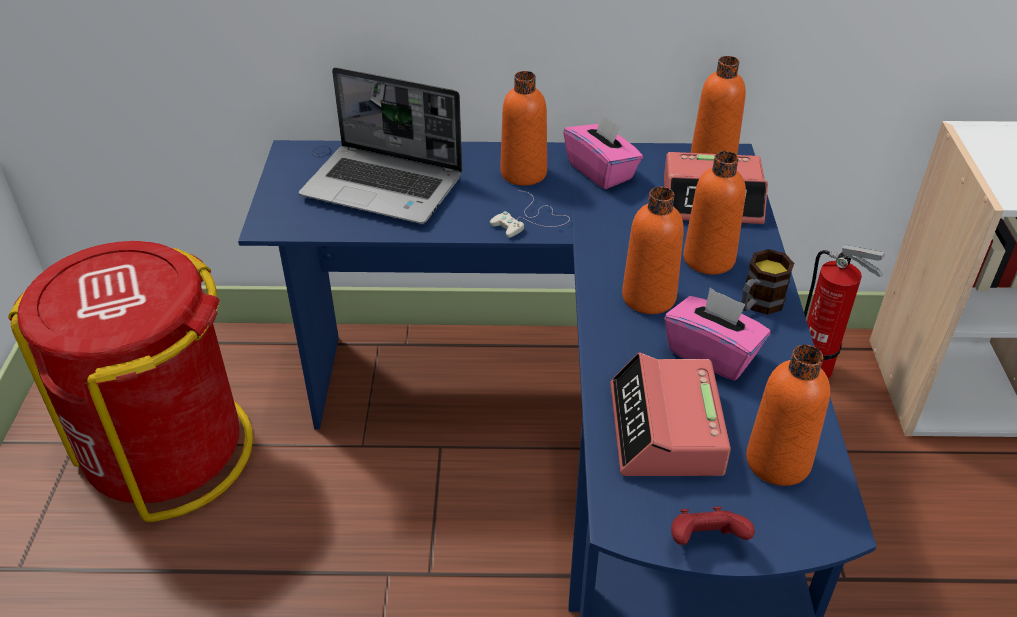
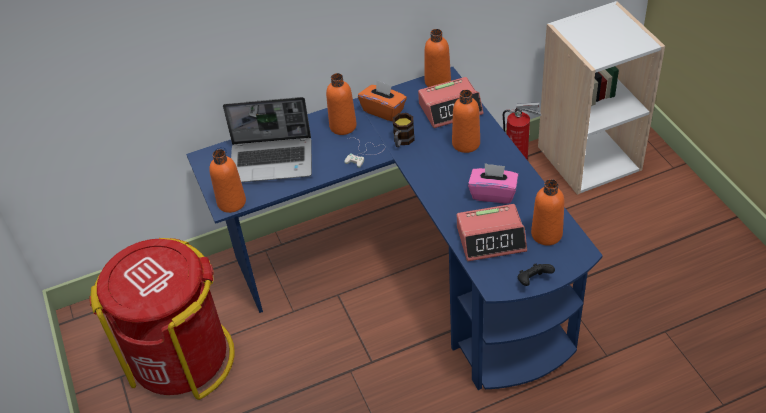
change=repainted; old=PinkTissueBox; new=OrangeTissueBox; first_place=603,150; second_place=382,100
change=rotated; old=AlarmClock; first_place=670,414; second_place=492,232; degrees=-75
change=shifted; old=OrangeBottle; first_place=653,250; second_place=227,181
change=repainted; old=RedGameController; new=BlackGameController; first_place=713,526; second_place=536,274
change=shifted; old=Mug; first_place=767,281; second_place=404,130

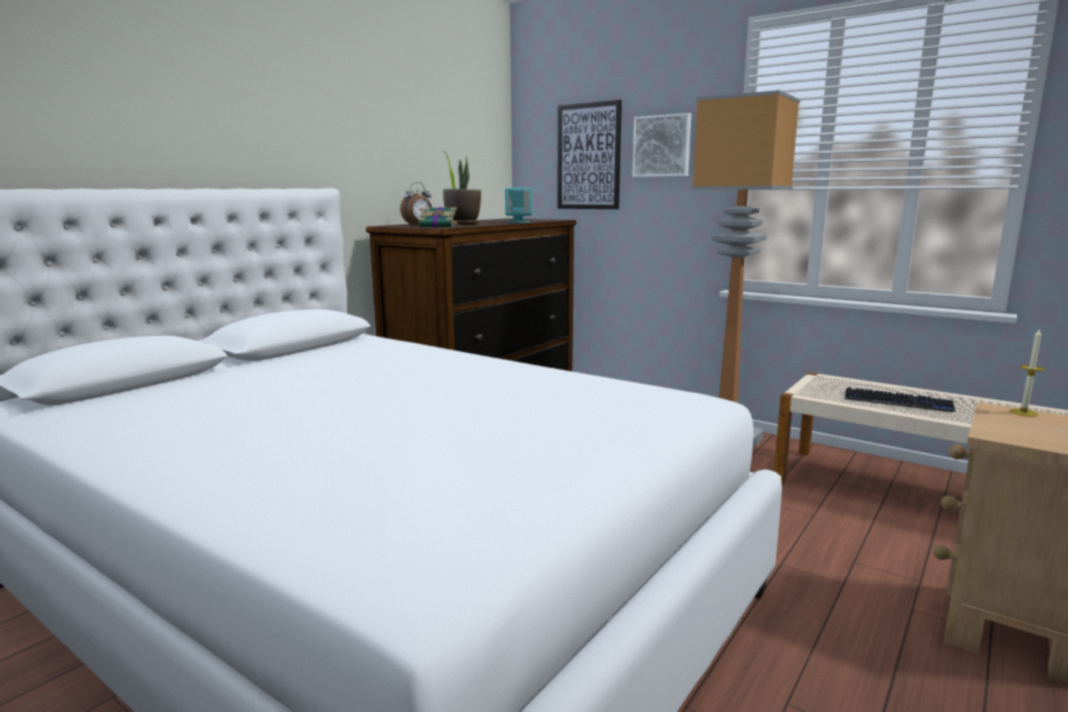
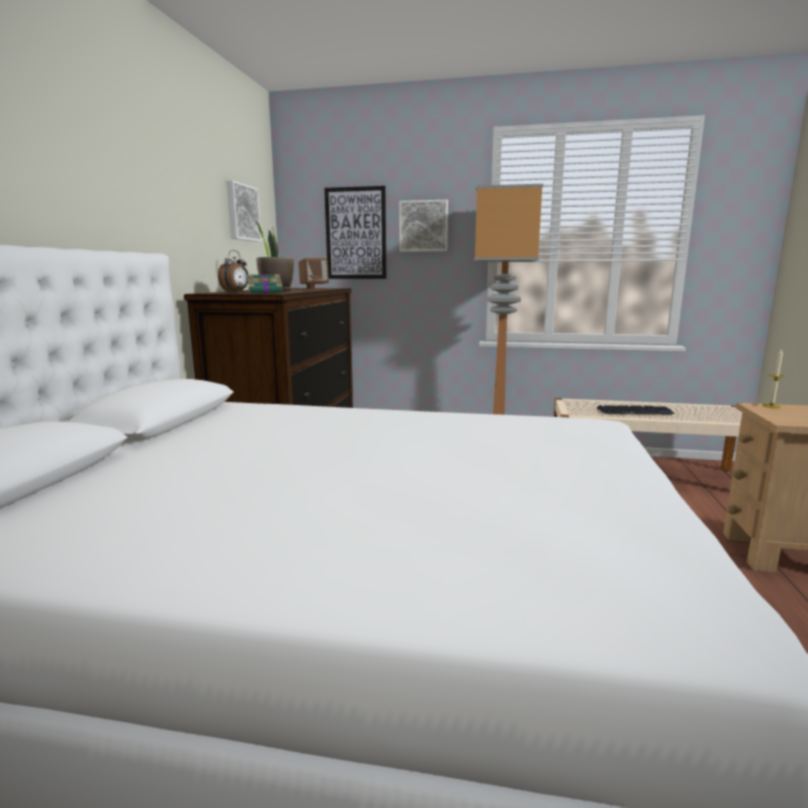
change=repainted; old=TurquoiseColouredAudioSpeaker; new=BrownColouredAudioSpeaker; first_place=518,205; second_place=313,274
change=new; new=WallPicture; second_place=244,211

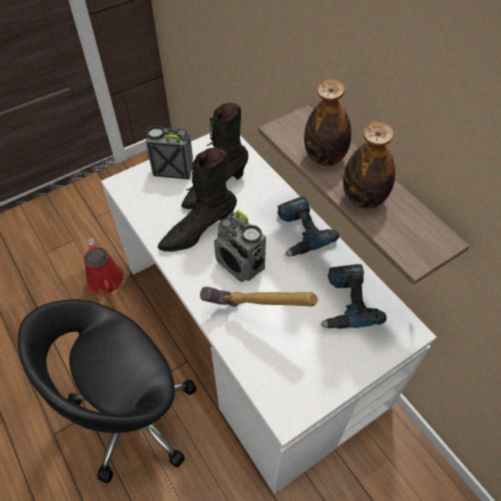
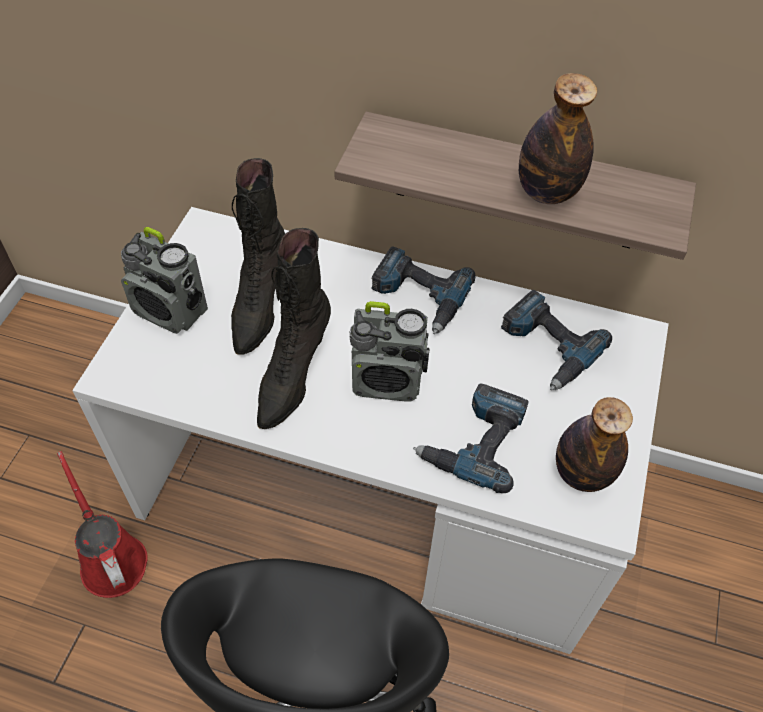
change=rotated; old=RedSprinklingCan; first_place=104,267; second_place=102,524; degrees=-150
change=rotated; old=RadioSet; first_place=169,152; second_place=164,280; degrees=-120
change=swapped; old=ToolHammer; new=ElectricDrill; first_place=259,297; second_place=471,438
change=shifted; old=Bottle; first_place=327,122; second_place=594,444

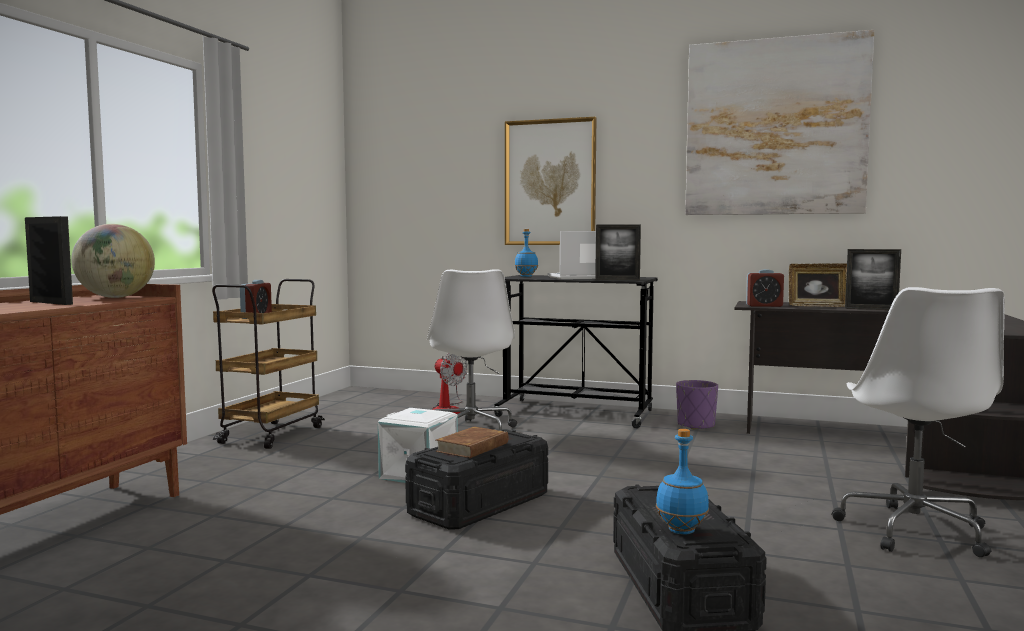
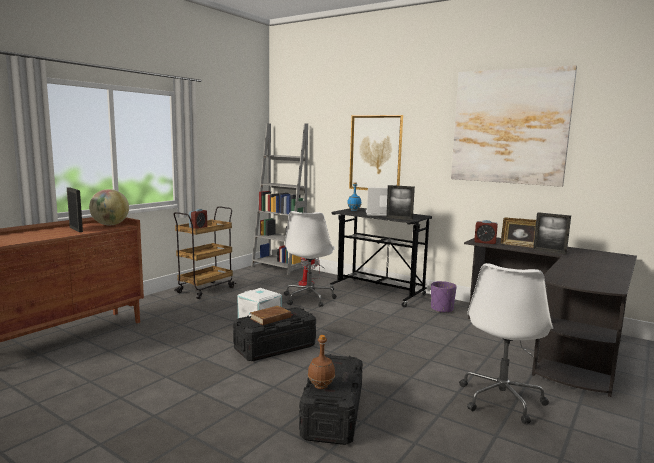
change=repainted; old=BluishBottle; new=BrownColouredBottle; first_place=682,482; second_place=321,362
change=new; new=GreyishBookshelf; second_place=279,199

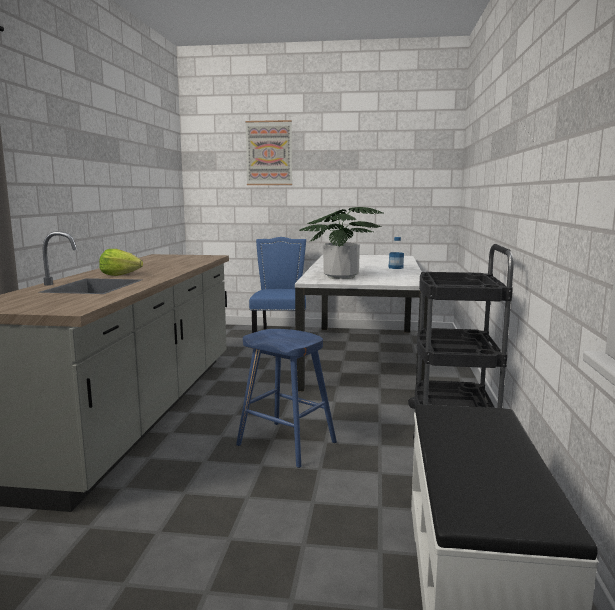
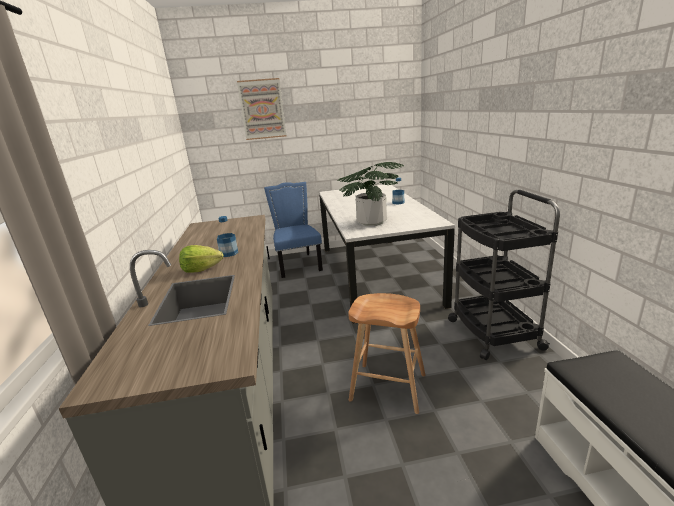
change=repainted; old=BluishSittingStool; new=BrownColouredSittingStool; first_place=286,398; second_place=387,353
change=new; new=Bottle; second_place=227,236

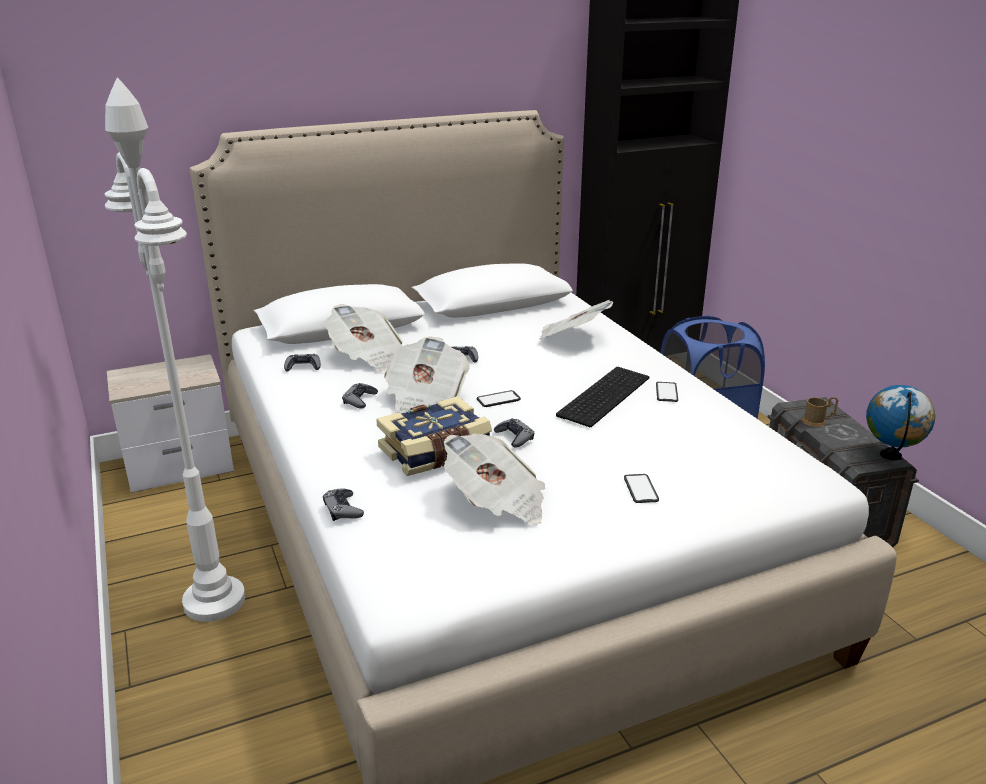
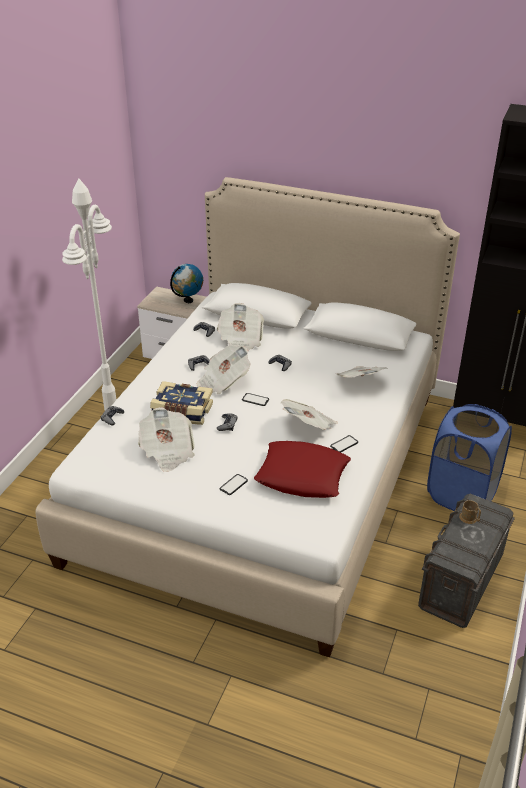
change=swapped; old=ComputerKeyboard; new=Newspaper; first_place=602,397; second_place=309,414
change=shifted; old=Globe; first_place=900,422; second_place=186,283
change=new; new=RedThrowPillow; second_place=302,469

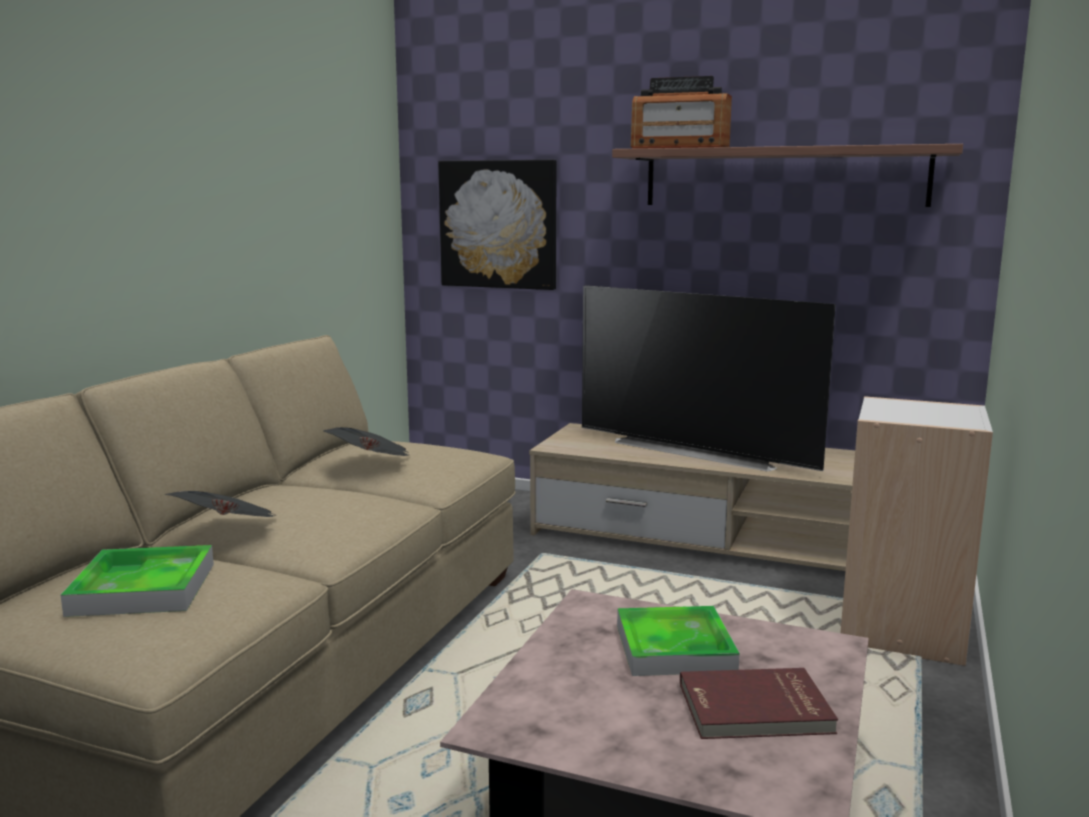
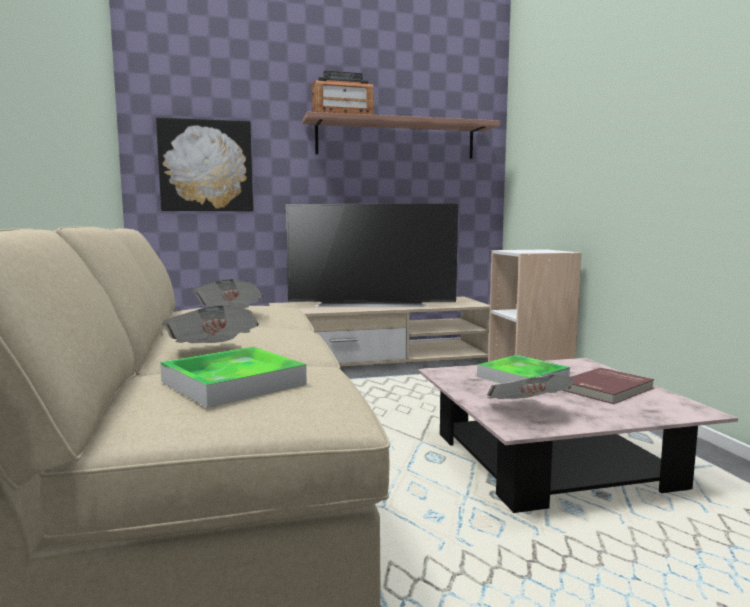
change=new; new=Newspaper; second_place=530,387

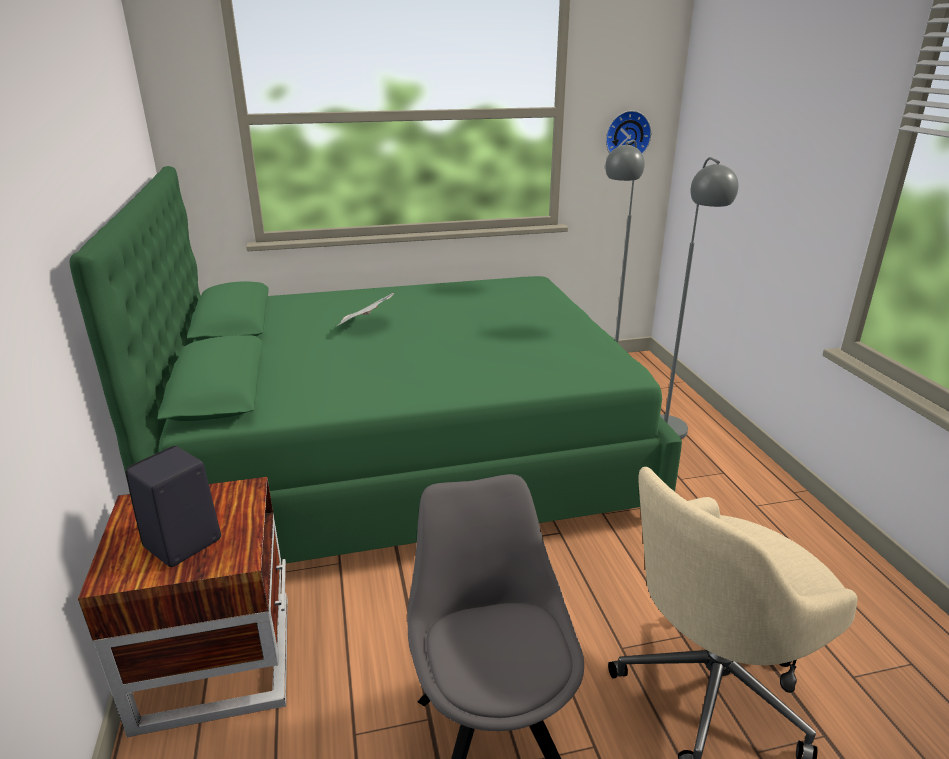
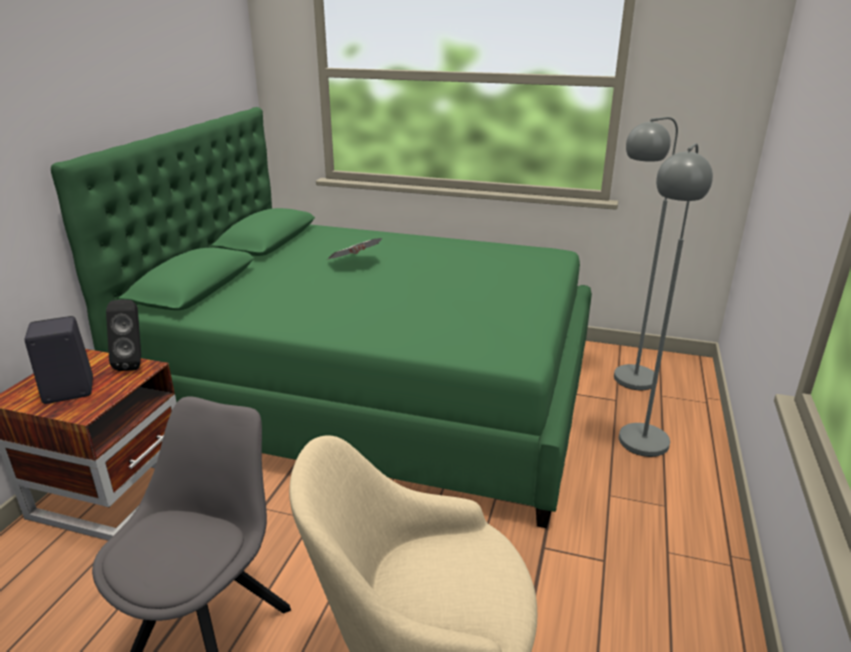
change=gone; old=ClockOnTheWall; first_place=629,132
change=new; new=BlackAudioSpeaker; second_place=123,335

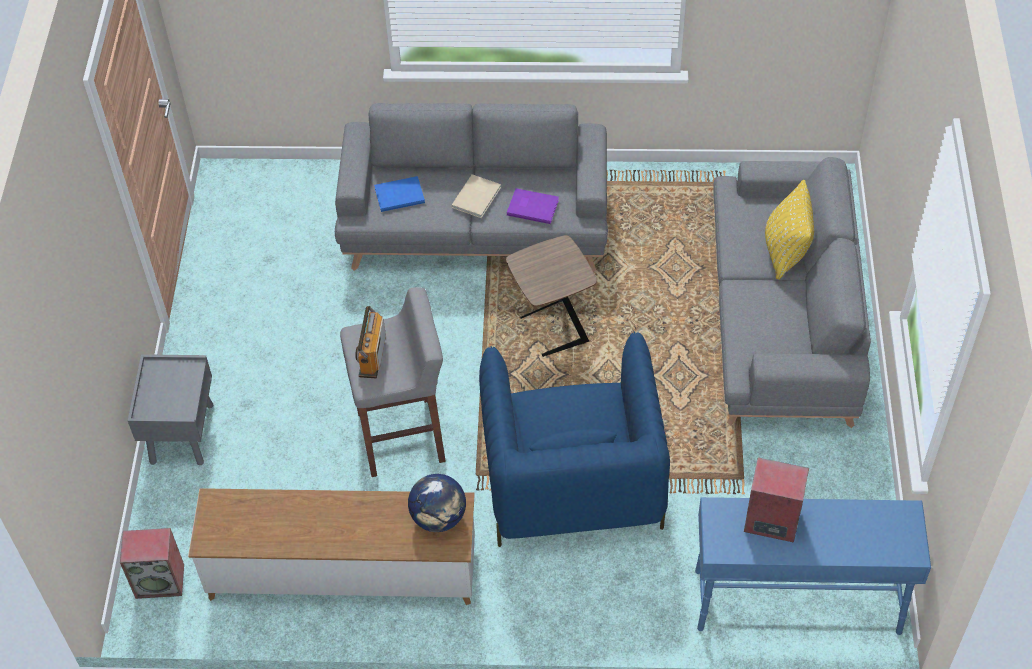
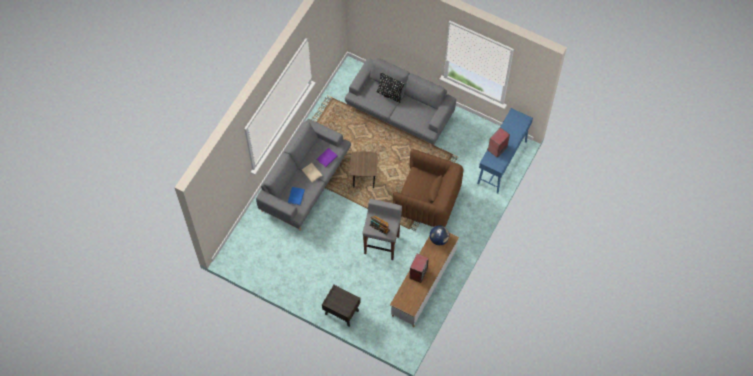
change=shifted; old=AudioSpeaker; first_place=152,563; second_place=419,268
change=repainted; old=GreyishNightTable; new=BrownColouredNightTable; first_place=170,409; second_place=341,305
change=repainted; old=BluishLoungeChair; new=BrownColouredLoungeChair; first_place=574,439; second_place=428,188
change=repainted; old=YellowishThrowPillow; new=BlackThrowPillow; first_place=789,230; second_place=390,88

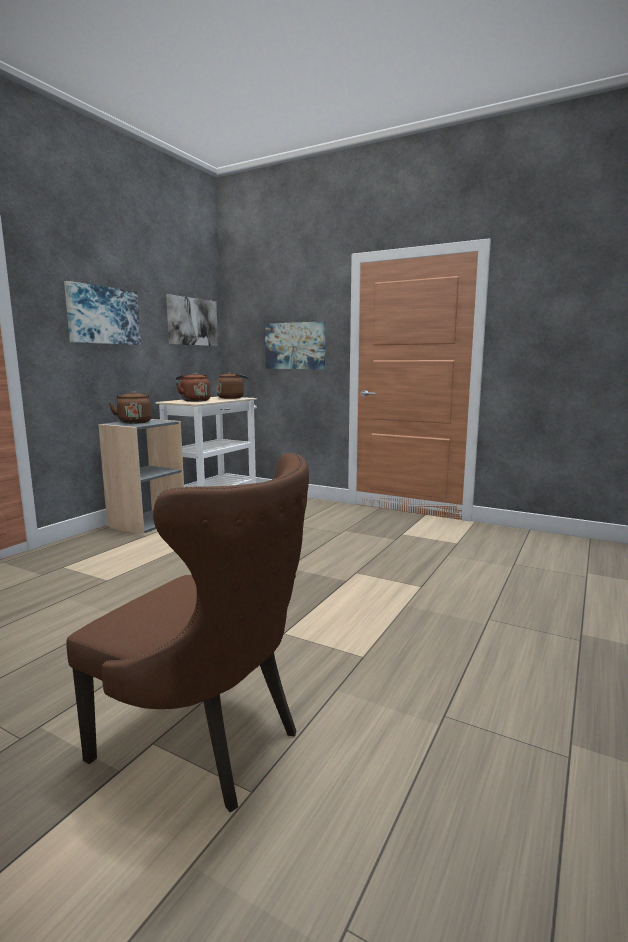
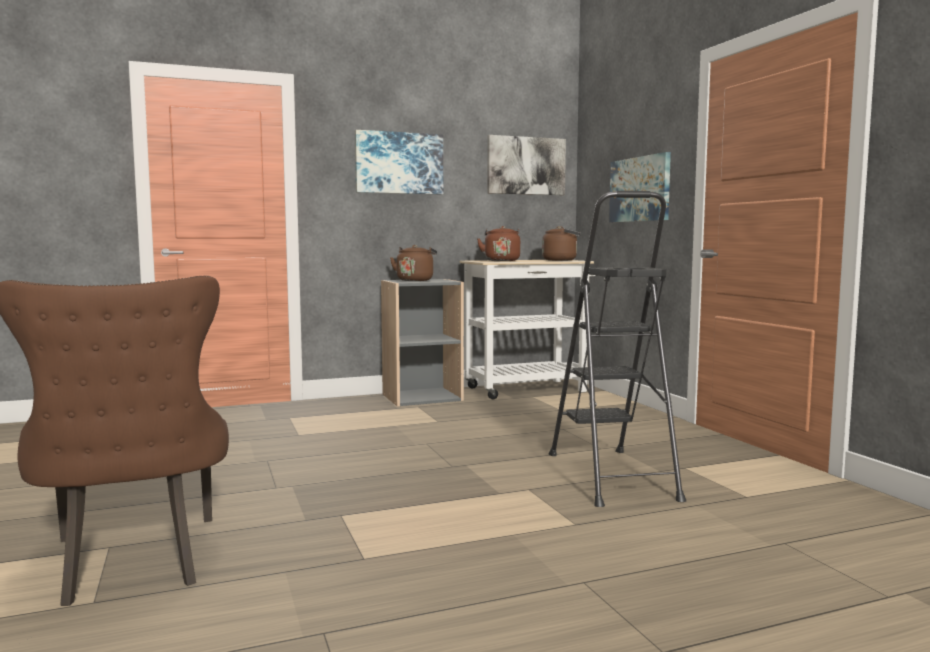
change=new; new=StepStool; second_place=617,349

